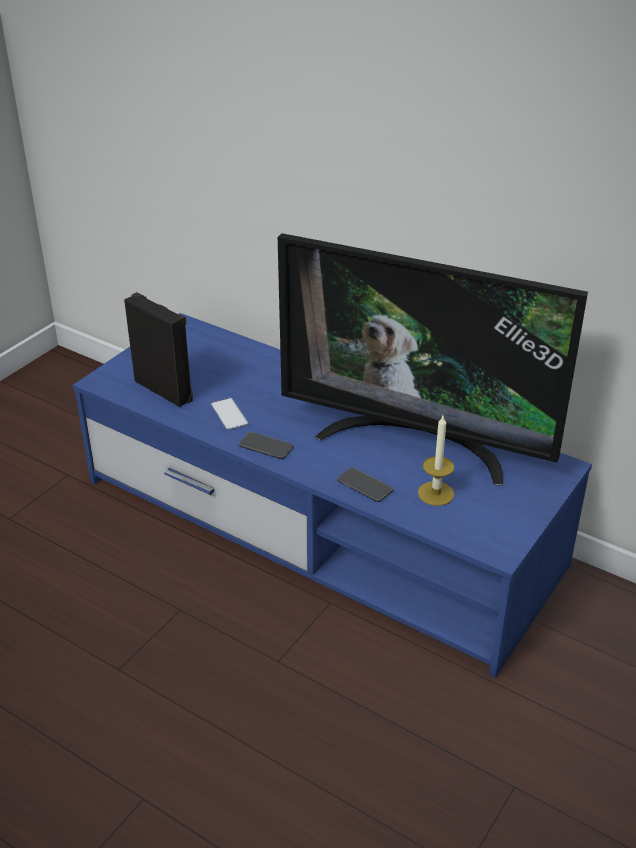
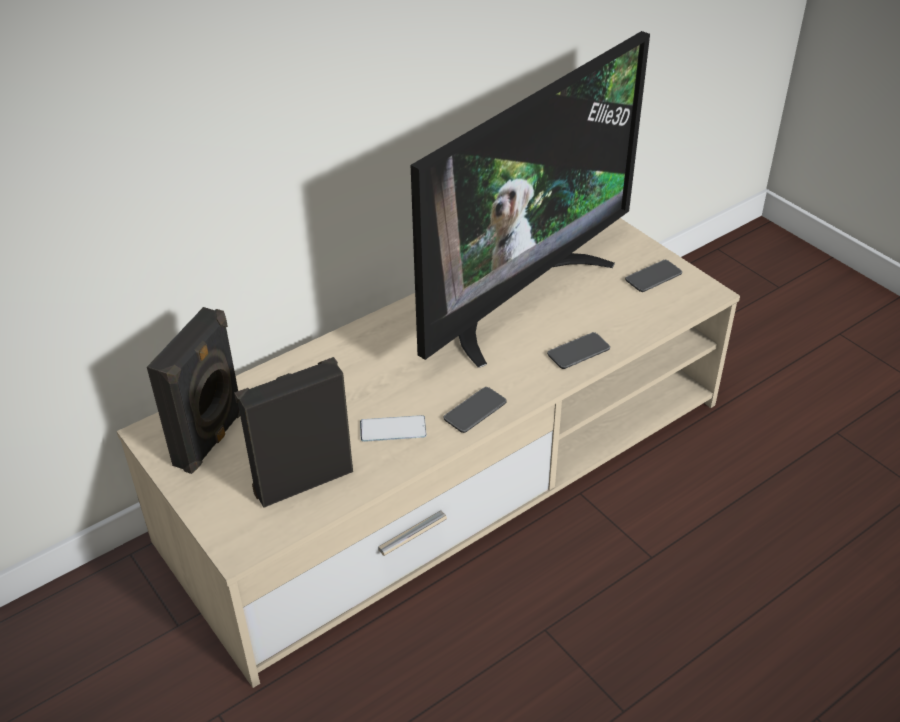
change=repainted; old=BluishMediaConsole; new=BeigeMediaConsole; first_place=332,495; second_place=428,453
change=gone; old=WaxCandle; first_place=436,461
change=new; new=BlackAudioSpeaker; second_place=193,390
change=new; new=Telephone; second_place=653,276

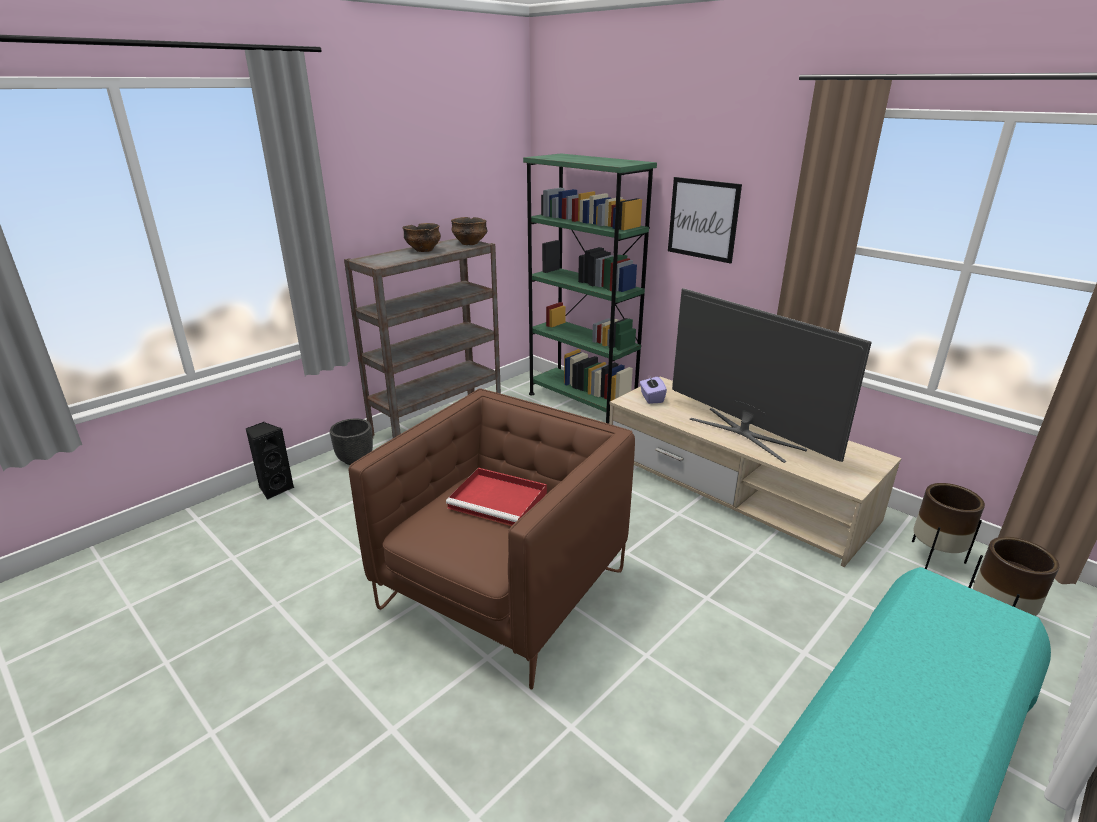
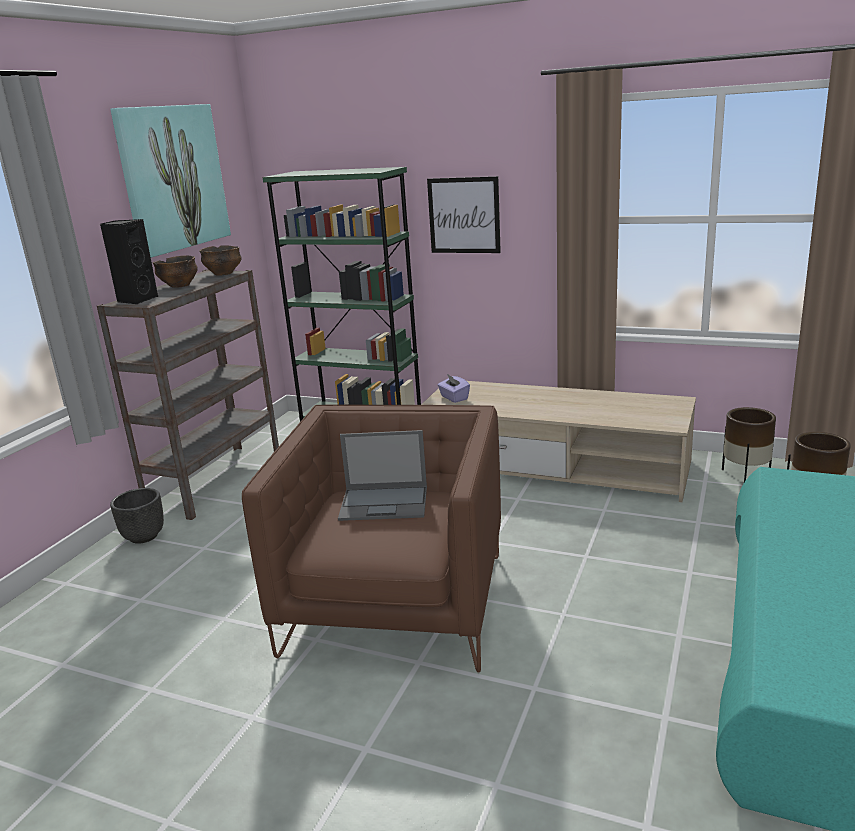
change=shifted; old=BlackAudioSpeaker; first_place=270,461; second_place=129,261
change=swapped; old=RedCarryingTray; new=PortableComputer; first_place=496,497; second_place=382,475
change=gone; old=TvSet; first_place=772,375
change=new; new=WallPicture; second_place=170,181

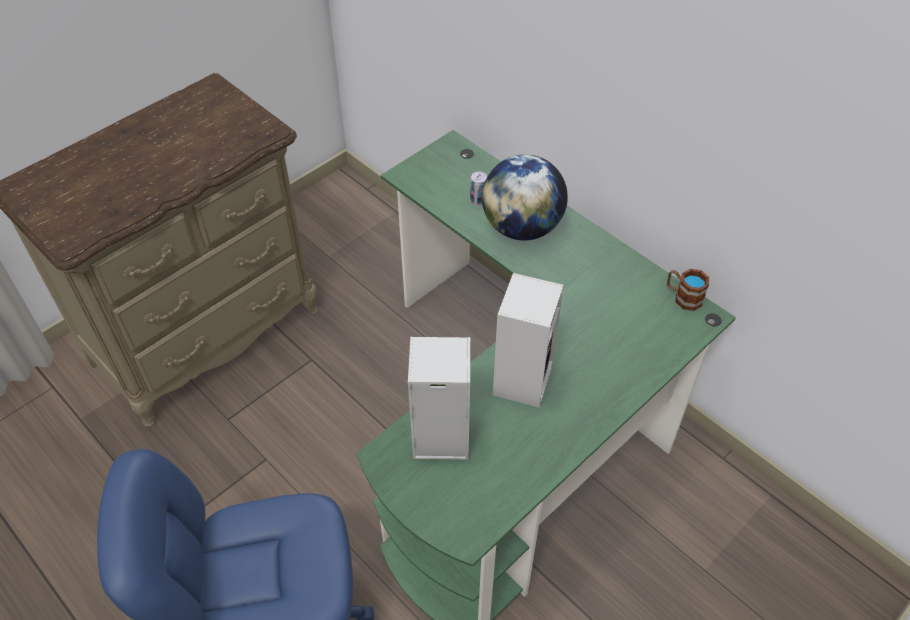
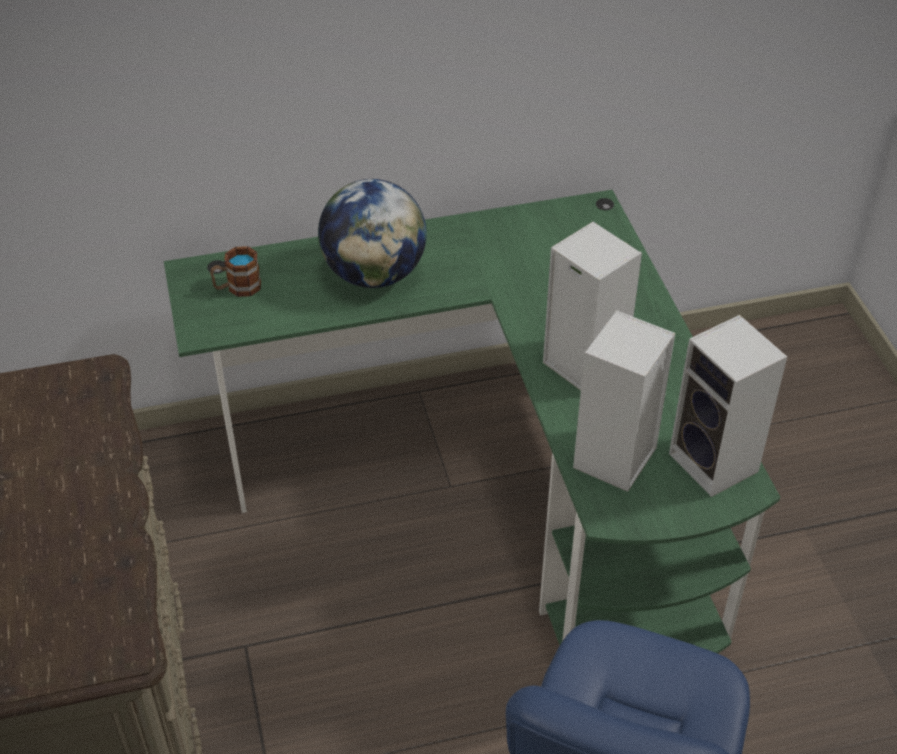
change=gone; old=Can; first_place=478,188
change=shifted; old=Mug; first_place=688,290; second_place=235,271
change=new; new=AudioSpeaker; second_place=728,406

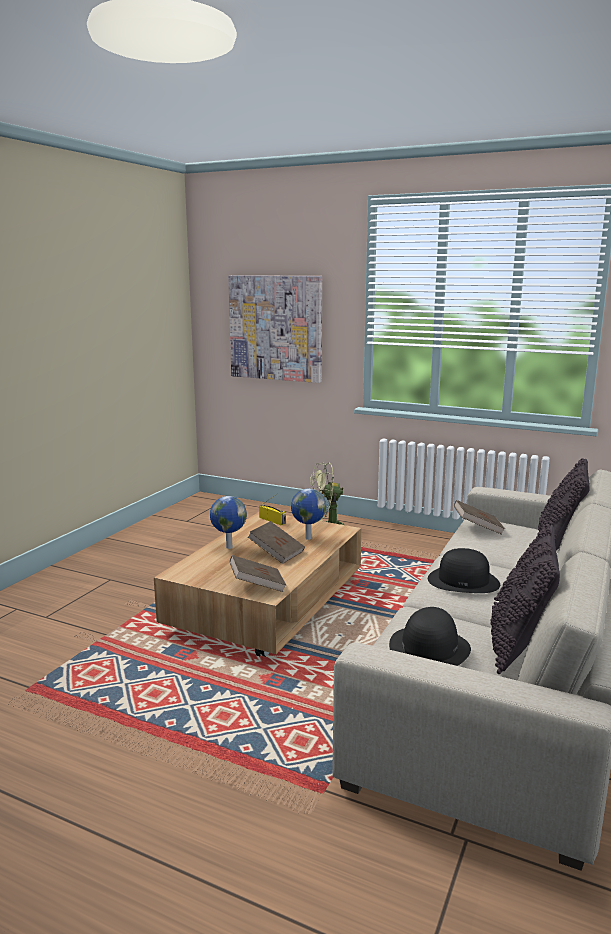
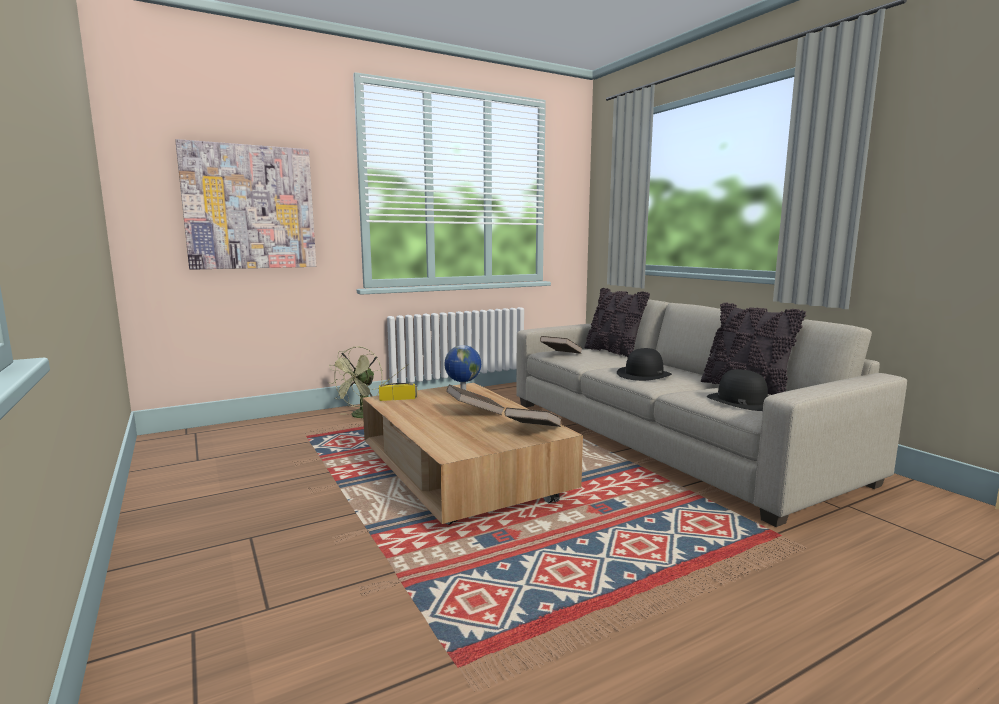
change=gone; old=Globe; first_place=228,522

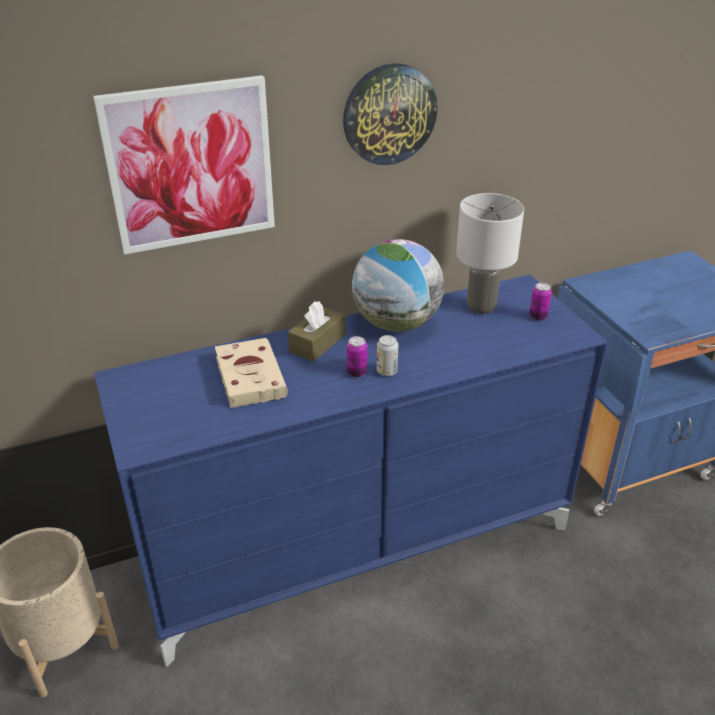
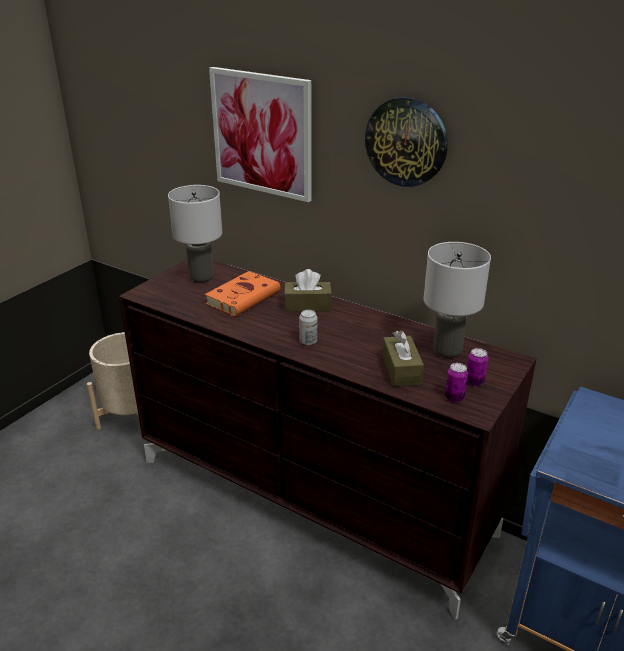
change=repainted; old=BluishDrawerChest; new=BrownColouredDrawerChest; first_place=351,471; second_place=328,439
change=repainted; old=BeigeVolume; new=OrangeVolume; first_place=251,373; second_place=242,294
change=shifted; old=Can; first_place=357,356; second_place=456,382
change=gone; old=Globe; first_place=398,285
change=new; new=WhitishTableLamp; second_place=195,234
change=new; new=BrownColouredTissueBox; second_place=403,358

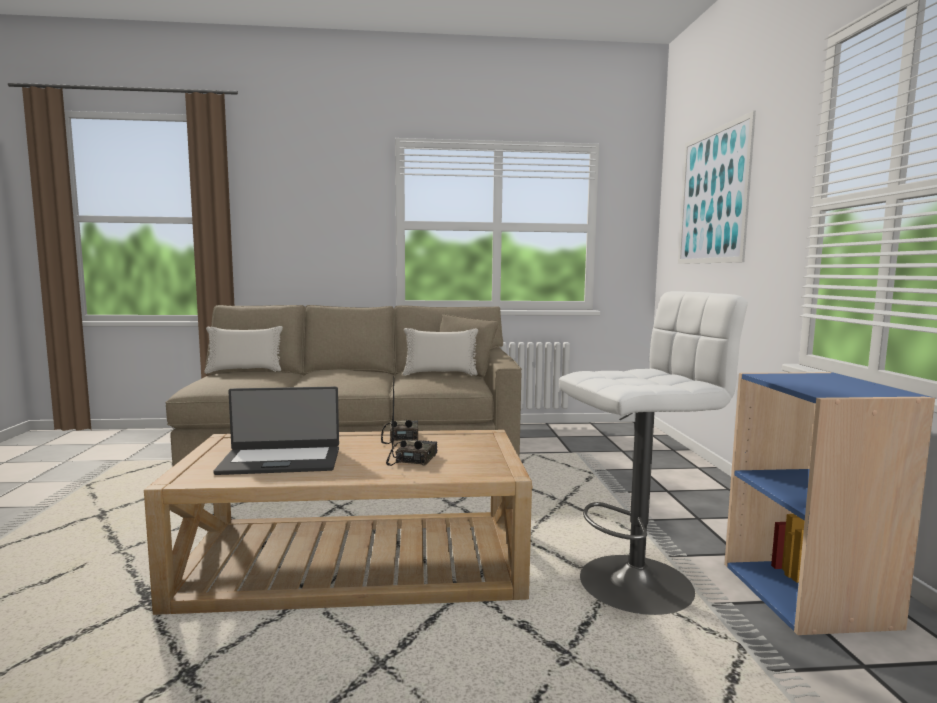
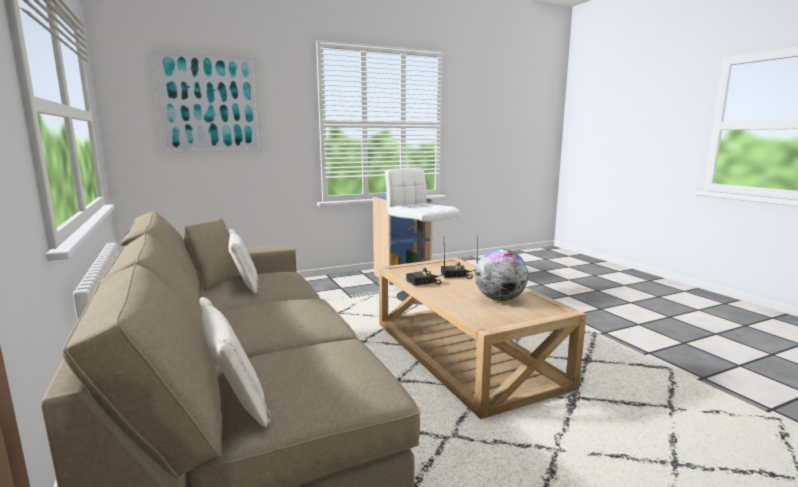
change=swapped; old=PortableComputer; new=Globe; first_place=276,431; second_place=501,275

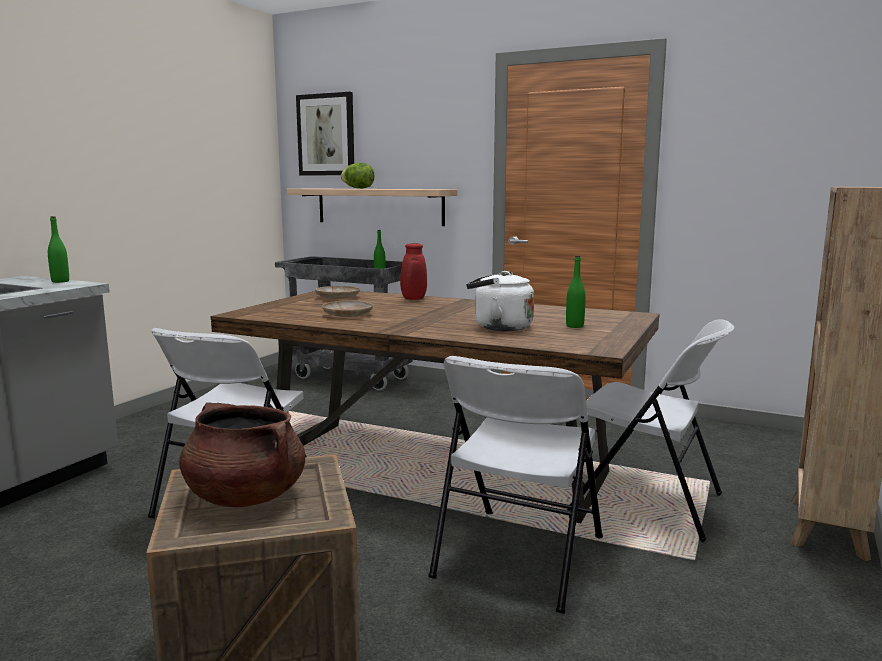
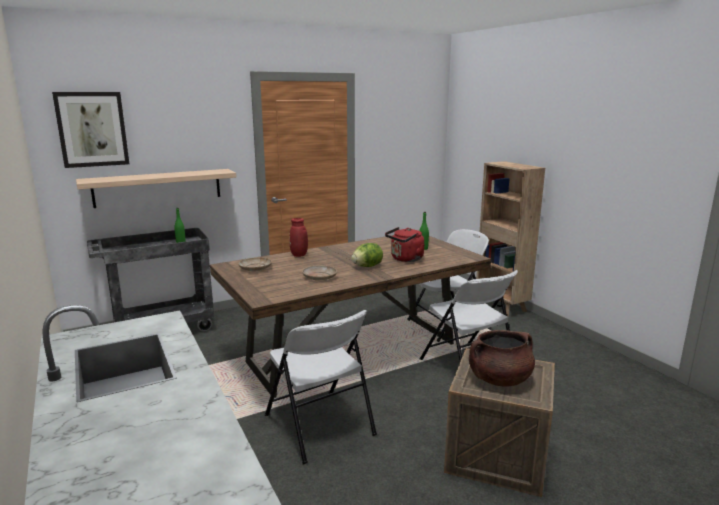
change=gone; old=GreenColouredBottle; first_place=58,249
change=shifted; old=HeadOfLettuce; first_place=357,176; second_place=367,255
change=repainted; old=WhitishWaterKettle; new=RedWaterKettle; first_place=500,301; second_place=405,244

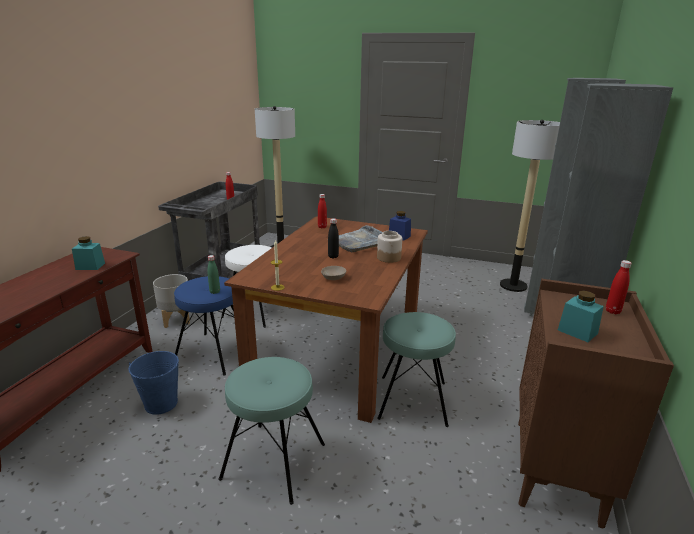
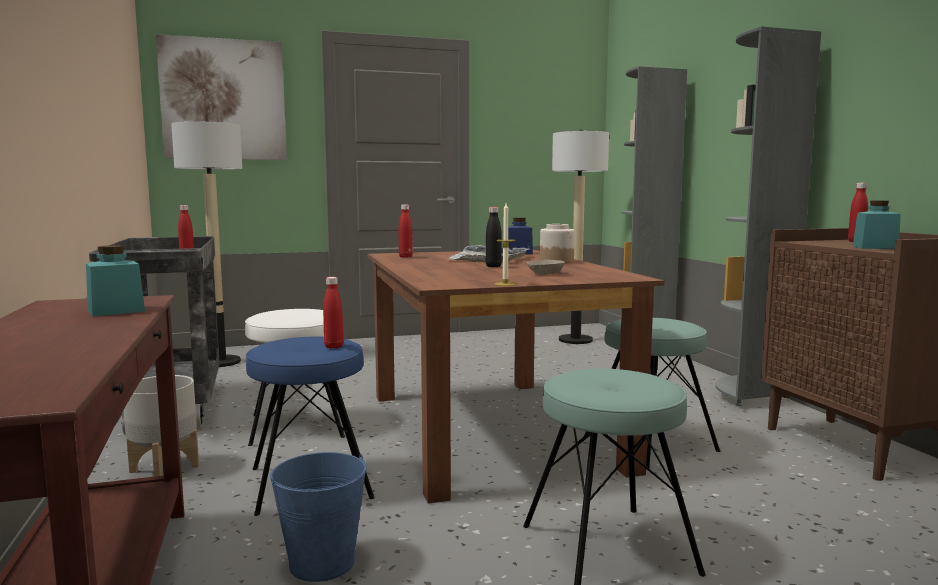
change=repainted; old=GreenColouredBottle; new=RedBottle; first_place=213,274; second_place=333,313
change=new; new=WallPicture; second_place=221,97

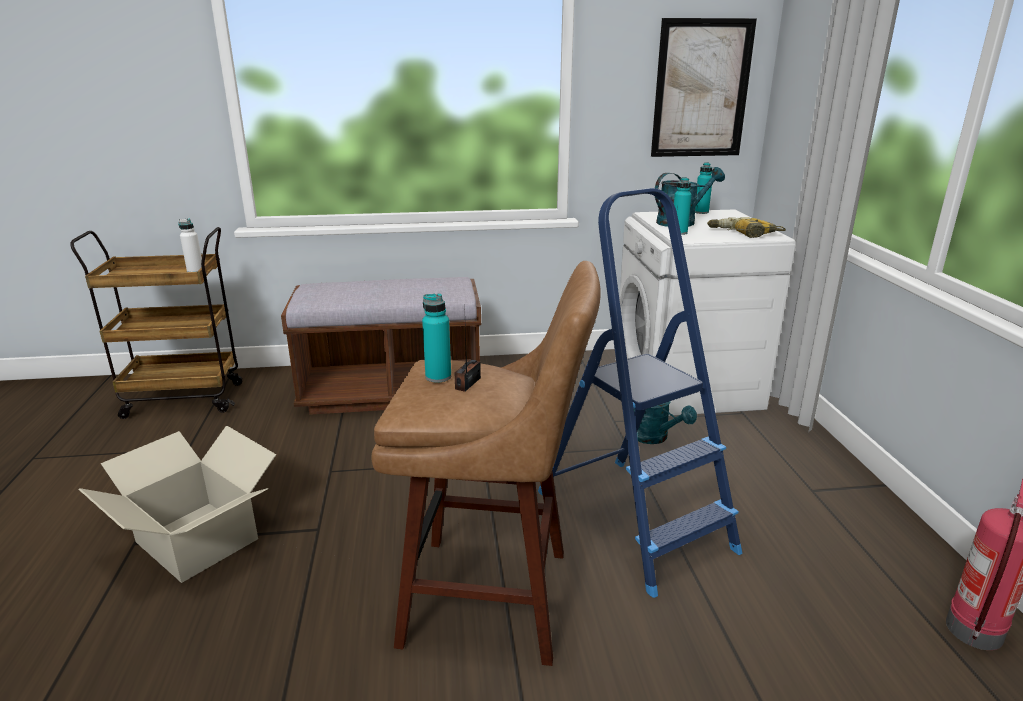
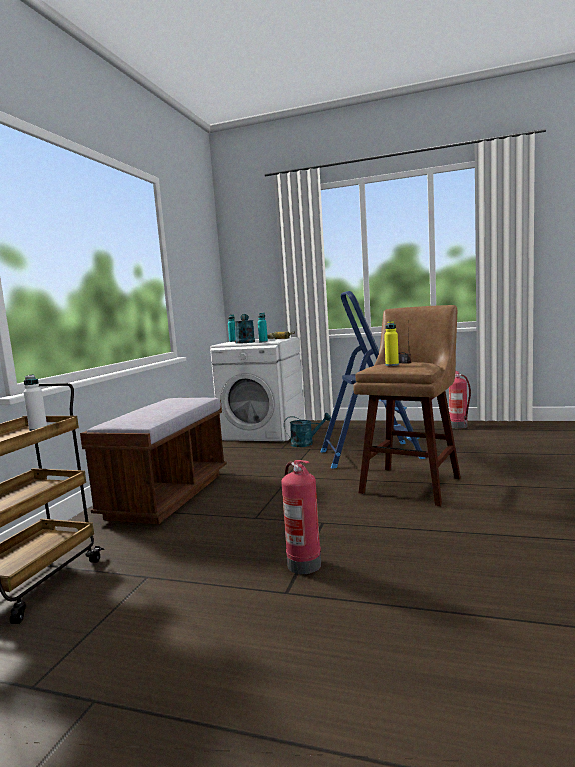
change=swapped; old=Carton; new=Extinguisher; first_place=177,504; second_place=301,517
change=repainted; old=TurquoiseColouredBottle; new=YellowishBottle; first_place=436,338; second_place=391,343
change=gone; old=WallPicture; first_place=704,87

